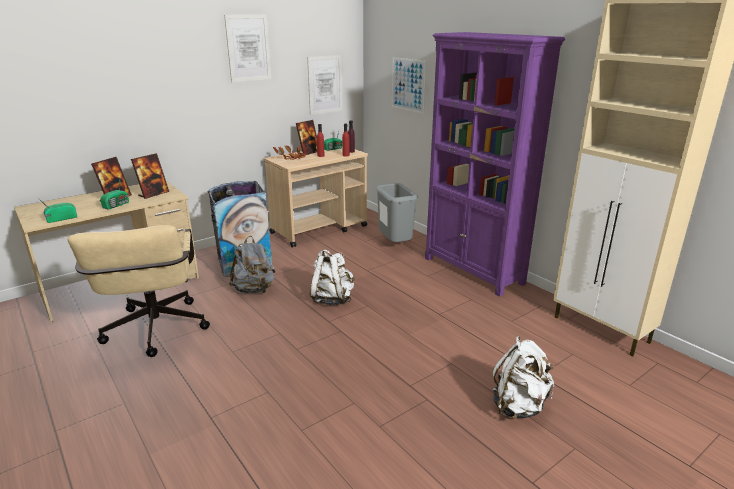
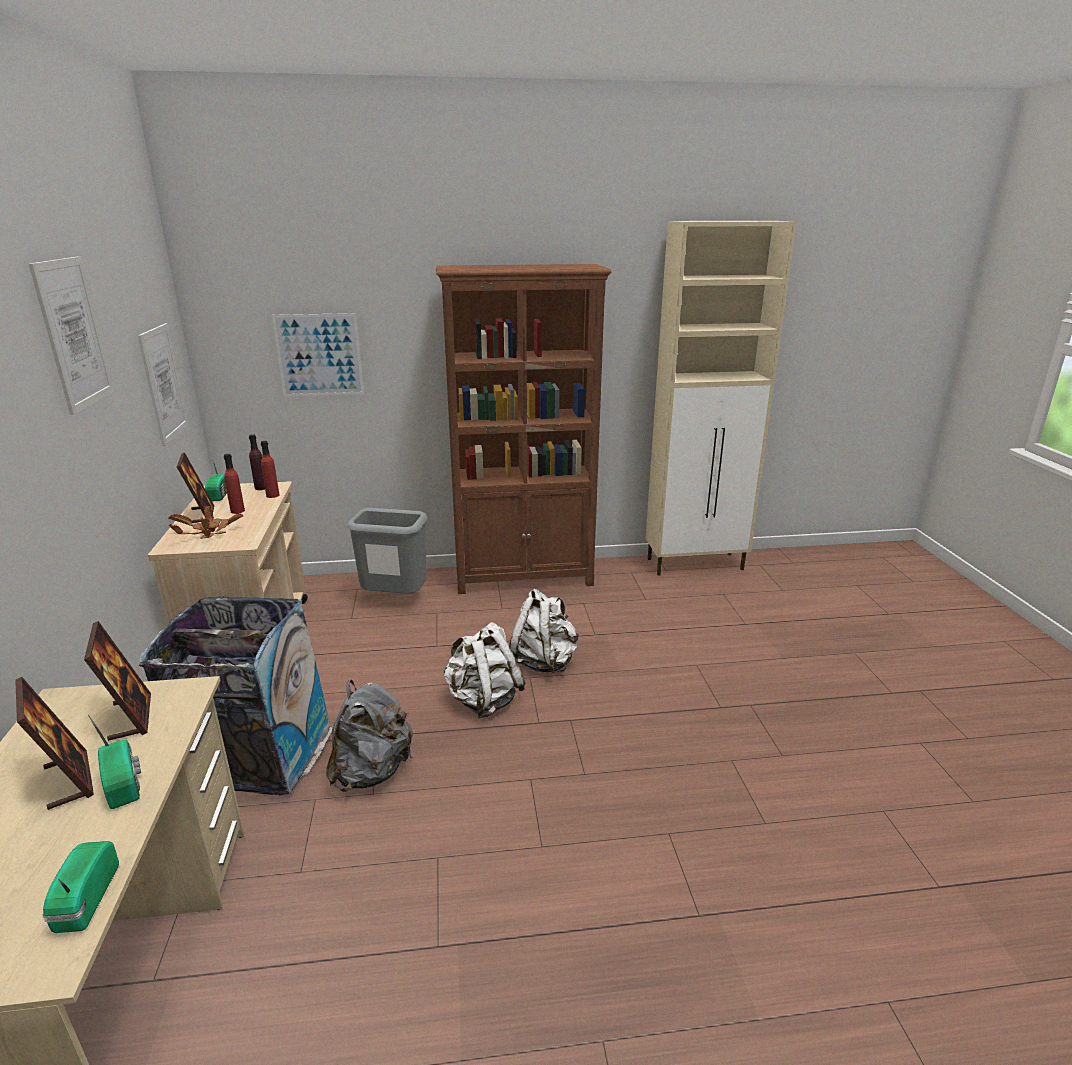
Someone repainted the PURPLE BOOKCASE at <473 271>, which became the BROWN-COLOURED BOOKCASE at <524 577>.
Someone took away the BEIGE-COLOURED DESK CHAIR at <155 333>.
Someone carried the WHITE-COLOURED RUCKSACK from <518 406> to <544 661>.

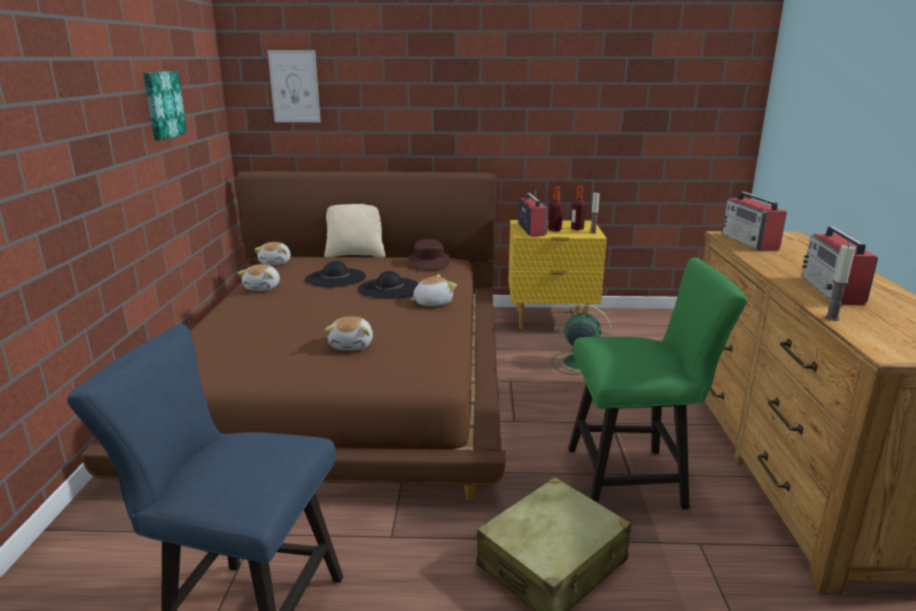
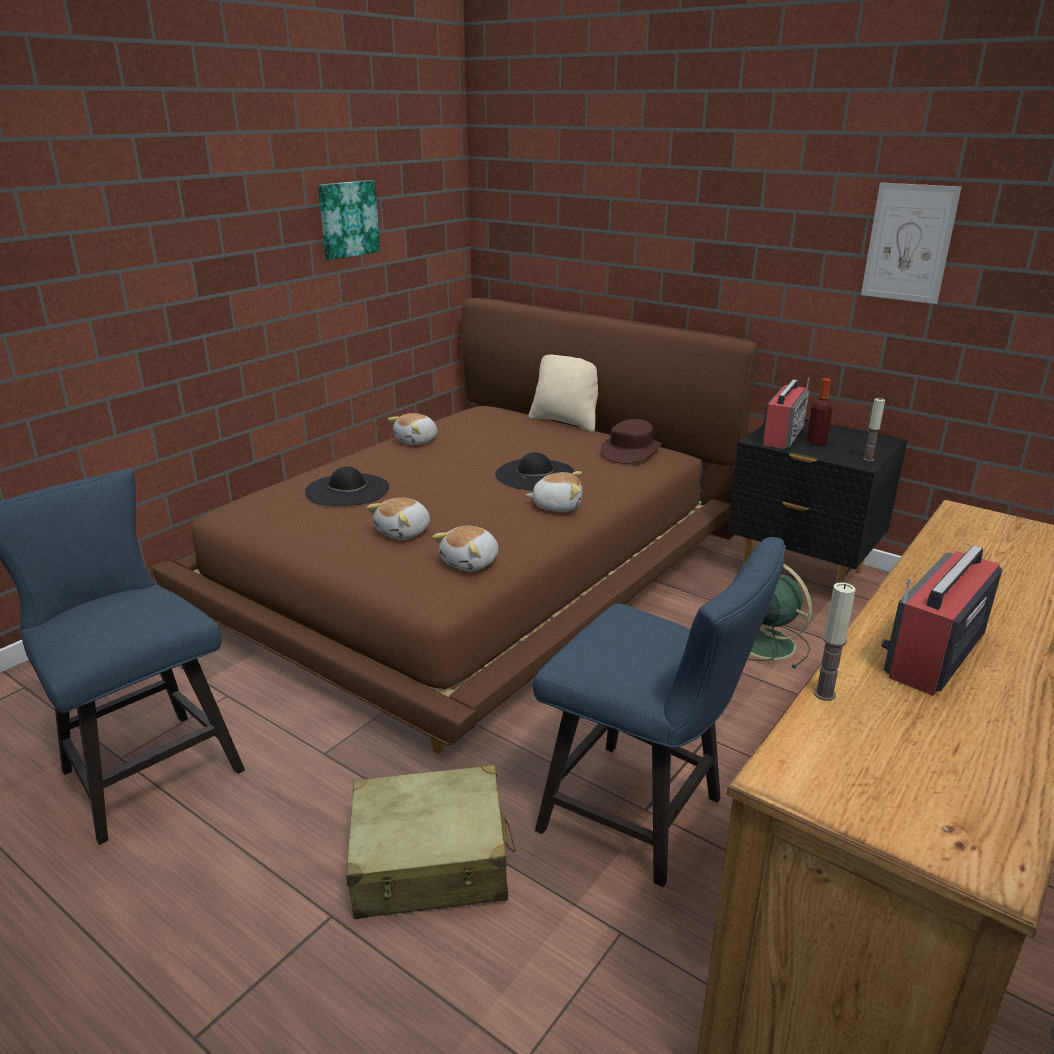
Someone carried the WALL PICTURE from <294 86> to <909 243>.
Someone took away the BOTTLE at <577 228>.
Someone took away the RADIO RECEIVER at <750 242>.
Someone repainted the YELLOW-COLOURED NIGHTSTAND at <550 320>, which became the BLACK-COLOURED NIGHTSTAND at <801 572>.
Someone carried the CUDDLY TOY from <276 262> to <471 562>.
Someone repainted the GREEN-COLOURED CHAIR at <635 479>, which became the BLUE-COLOURED CHAIR at <644 818>.
Someone carried the BLACK-COLOURED CLOTHING HAT from <335 278> to <347 490>.

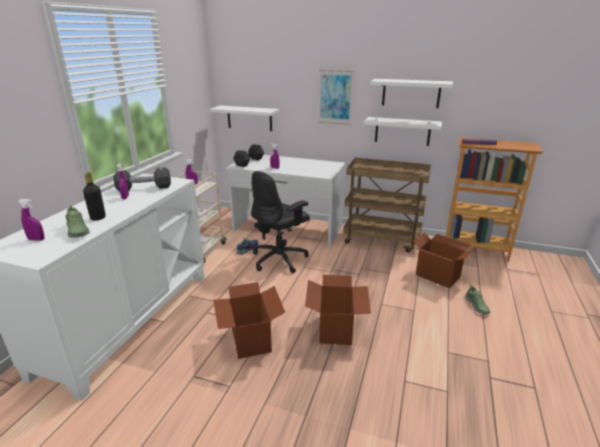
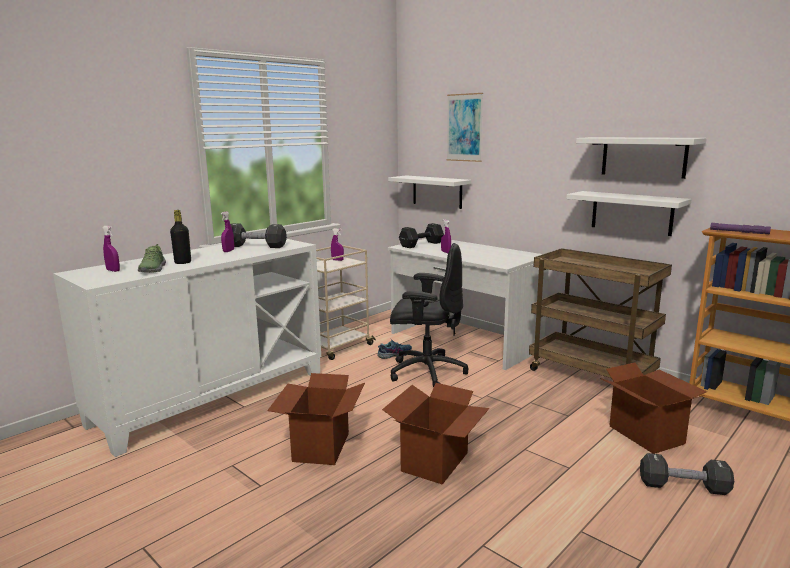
Someone carried the WALL PICTURE from <335 97> to <464 127>.
Someone rotated the BLACK-COLOURED DESK CHAIR at <280 259> by 150 degrees counterclockwise.
Someone swapped the SHOE at <476 306> for the BLACK-COLOURED HAND WEIGHT at <683 487>.

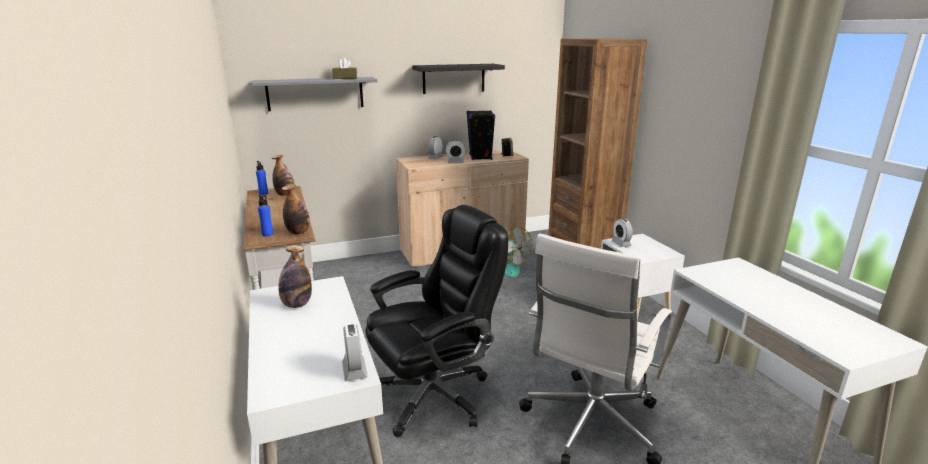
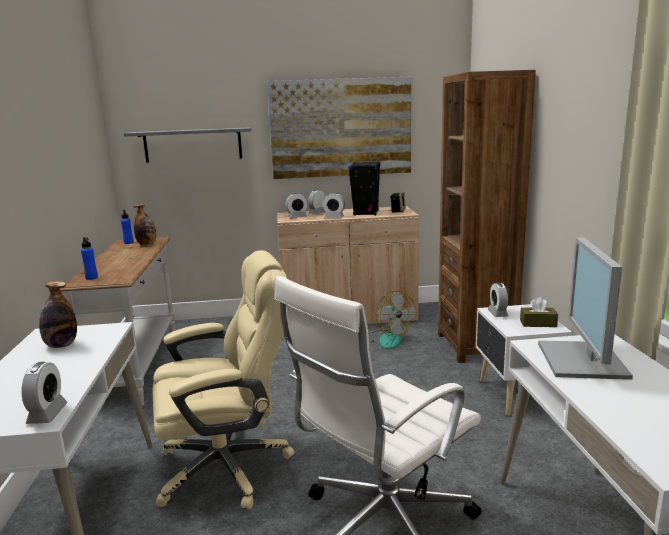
Someone carried the BROWN-COLOURED TISSUE HOLDER from <345 78> to <538 323>.
Someone swapped the BLACK-COLOURED BRACKET SHELF at <453 78> for the WALL PICTURE at <341 128>.
Someone took away the BOTTLE at <298 232>.
Someone repainted the BLACK-COLOURED DESK CHAIR at <434 395>, which became the BEIGE-COLOURED DESK CHAIR at <227 466>.
Someone put down the BEDSIDE CLOCK at <297 217>.
Someone put down the COMPUTER DISPLAY at <583 361>.

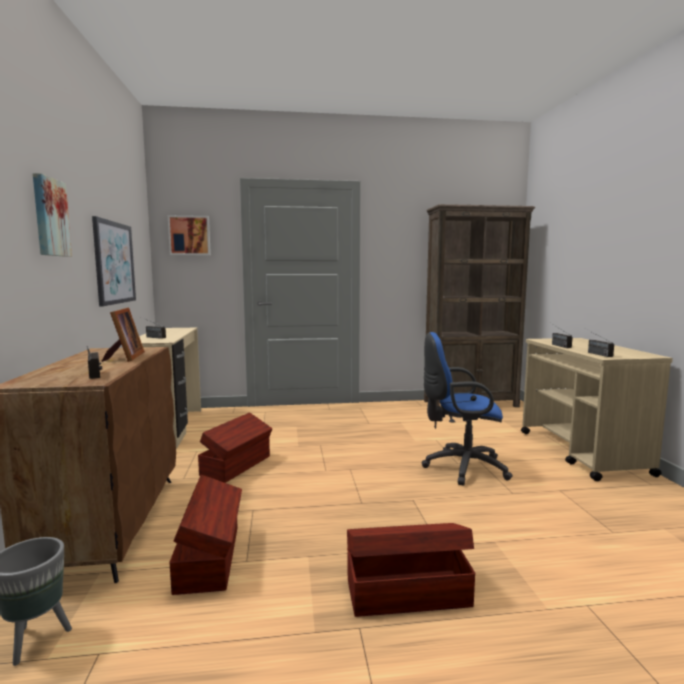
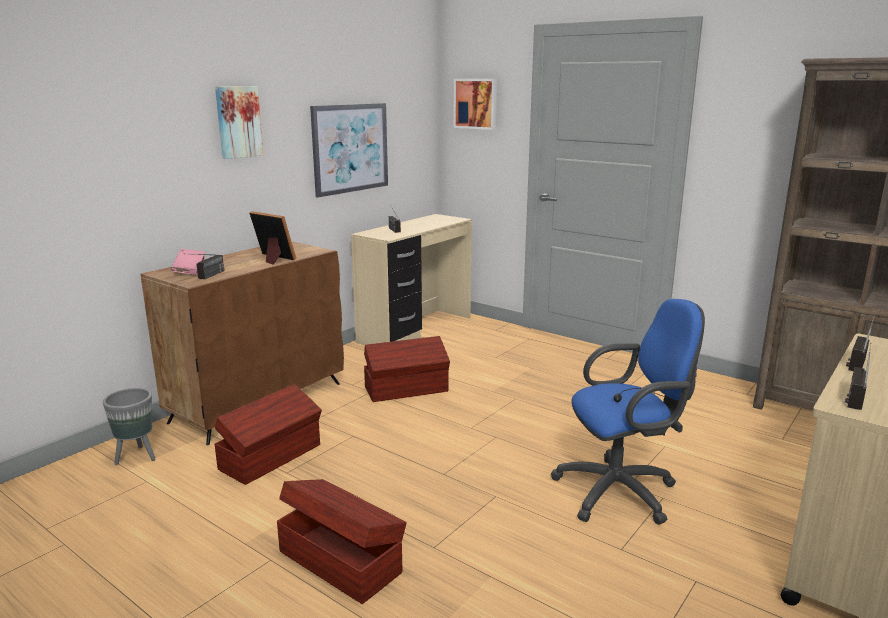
Someone rotated the PICTURE FRAME at <124 357> by 90 degrees counterclockwise.
Someone rotated the BLUE-COLOURED DESK CHAIR at <460 467> by 120 degrees clockwise.
Someone put down the PINK VOLUME at <190 271>.

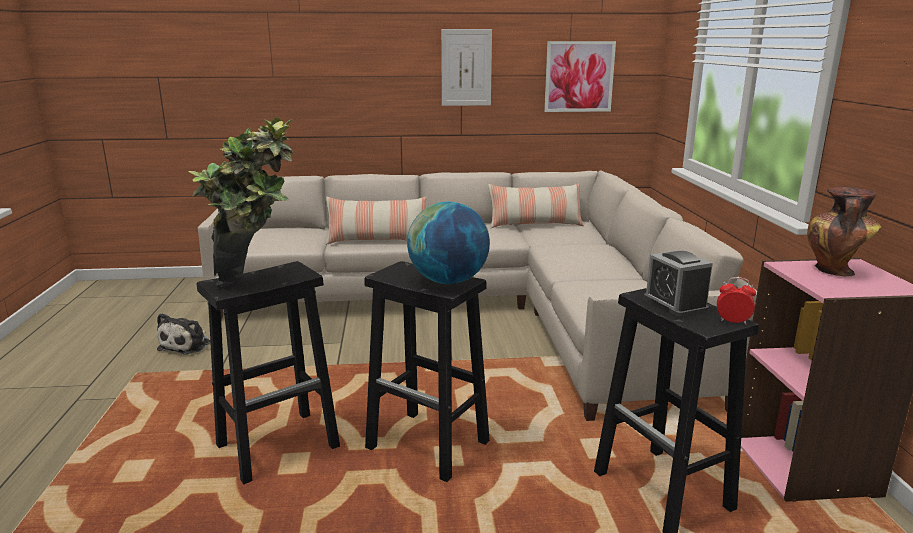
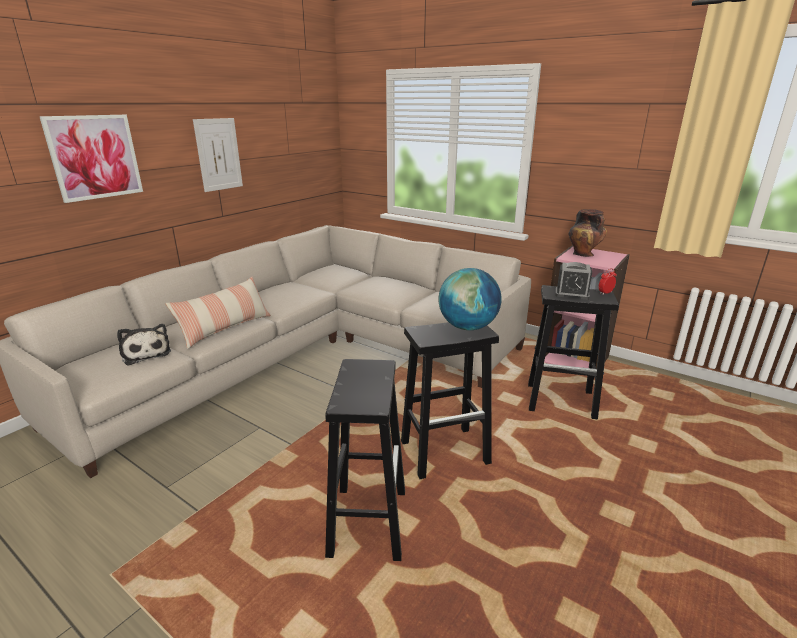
Someone carried the WALL PICTURE from <579 76> to <95 157>.
Someone took away the HOUSEPLANT at <257 281>.
Someone took away the THROW PILLOW at <535 224>.
Someone carried the CUDDLY TOY from <187 345> to <146 353>.

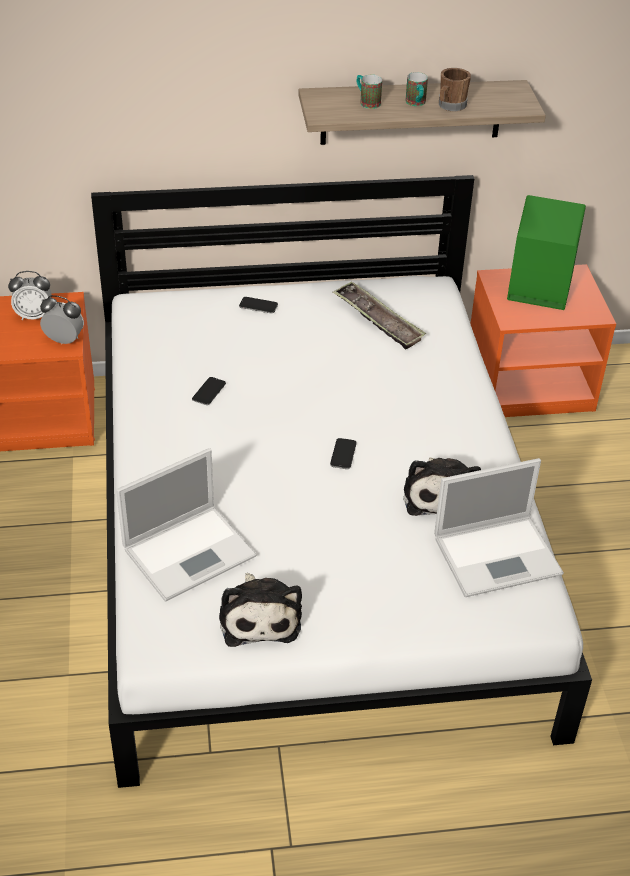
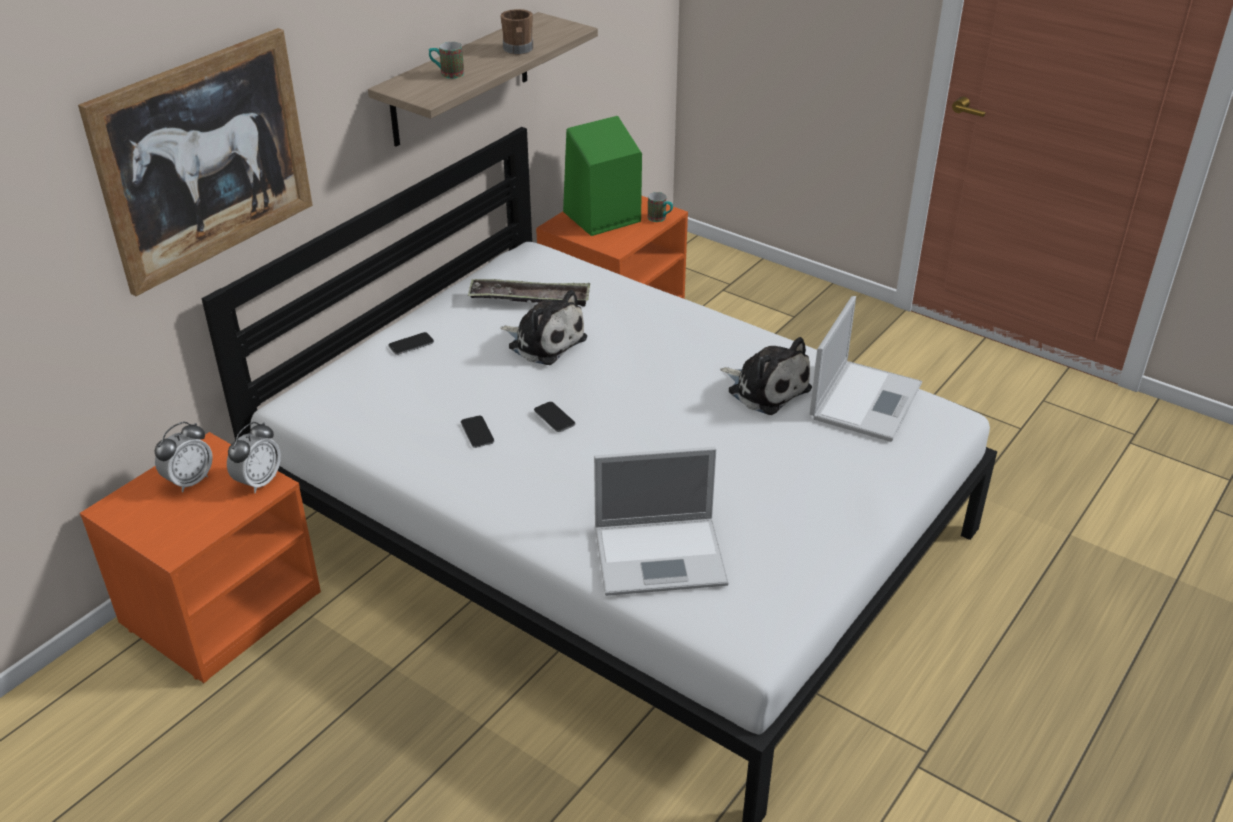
Someone carried the COFFEE MUG from <416 104> to <660 219>.
Someone rotated the BEDSIDE CLOCK at <64 340> by 150 degrees clockwise.
Someone carried the PHONE from <343 454> to <554 418>.
Someone rotated the LAPTOP at <191 551> by 75 degrees clockwise.
Someone carried the CUDDLY TOY from <259 616> to <544 342>.
Someone put up the WALL PICTURE at <205 159>.

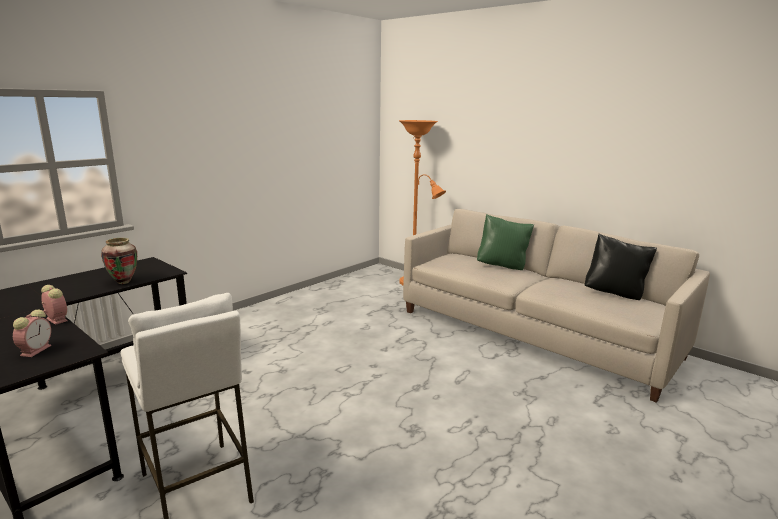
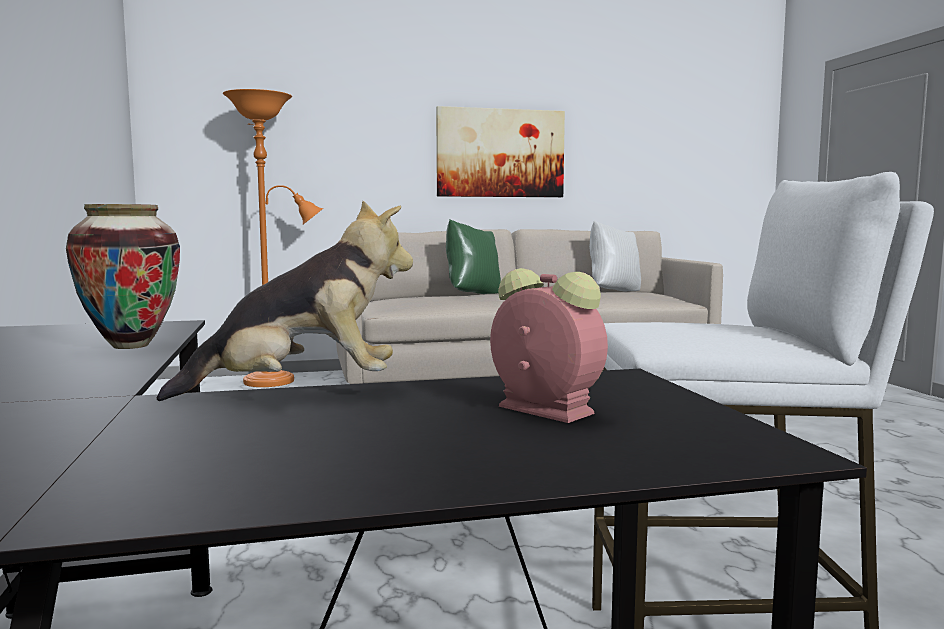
Someone repainted the BLACK-COLOURED THROW PILLOW at <615 294>, which became the WHITE-COLOURED THROW PILLOW at <613 291>.
Someone swapped the BEDSIDE CLOCK at <56 319> for the CUDDLY TOY at <300 392>.
Someone put up the WALL PICTURE at <500 153>.

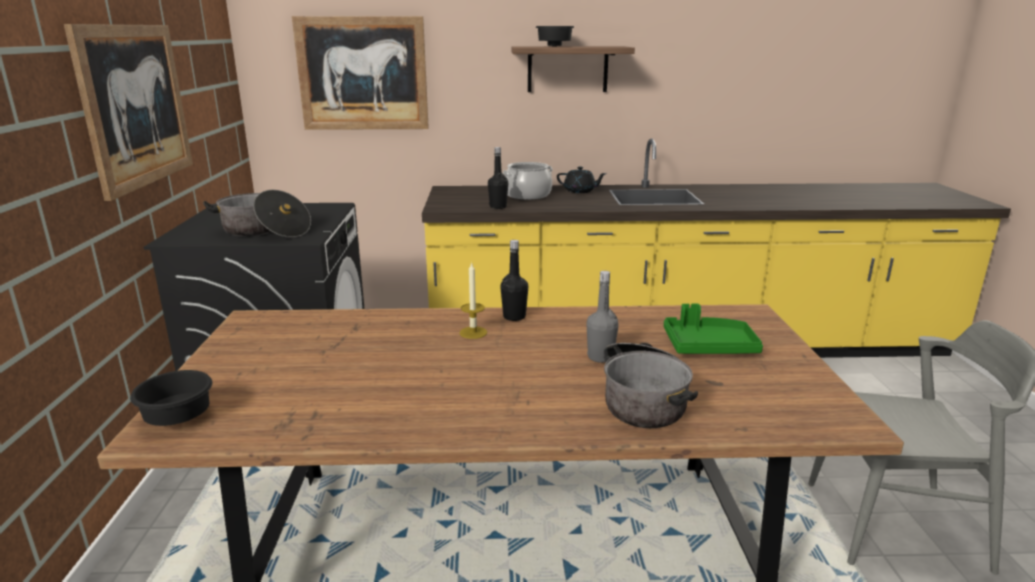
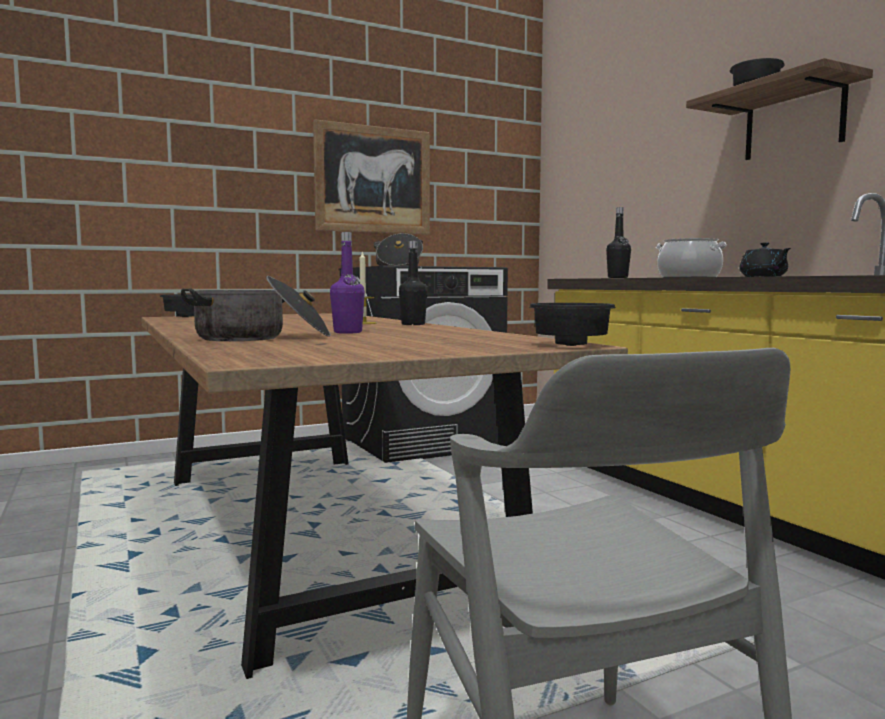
Someone took away the WALL PICTURE at <362 74>.
Someone repainted the GREYISH BOTTLE at <600 357>, which became the PURPLE BOTTLE at <348 332>.
Someone took away the GREEN-COLOURED SERVING TRAY at <708 347>.
Someone put down the BLACK-COLOURED DEEP DISH at <568 345>.

